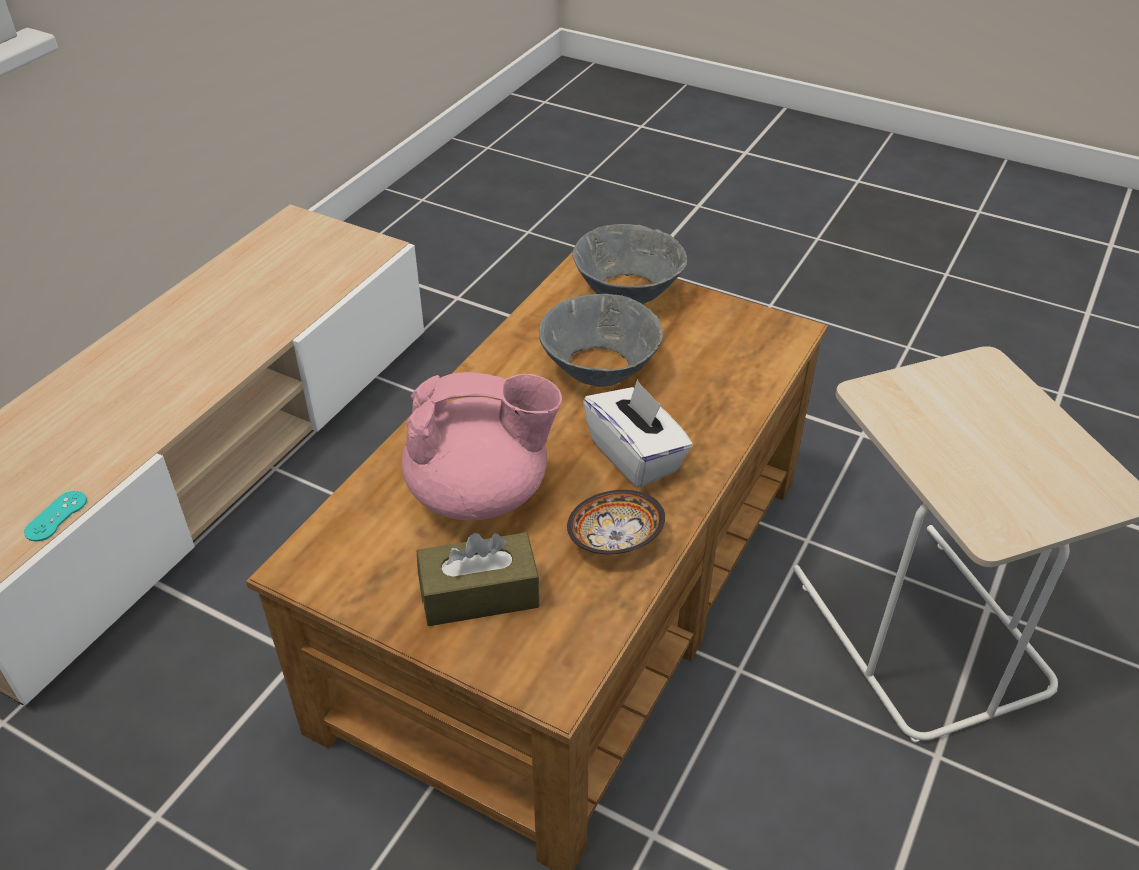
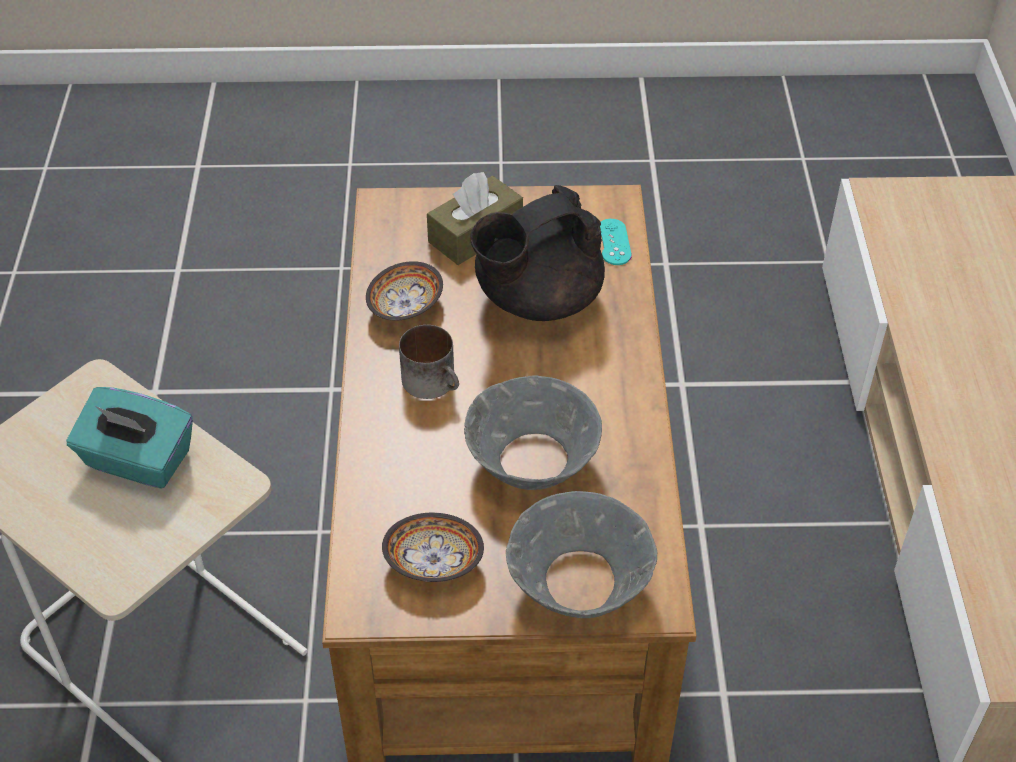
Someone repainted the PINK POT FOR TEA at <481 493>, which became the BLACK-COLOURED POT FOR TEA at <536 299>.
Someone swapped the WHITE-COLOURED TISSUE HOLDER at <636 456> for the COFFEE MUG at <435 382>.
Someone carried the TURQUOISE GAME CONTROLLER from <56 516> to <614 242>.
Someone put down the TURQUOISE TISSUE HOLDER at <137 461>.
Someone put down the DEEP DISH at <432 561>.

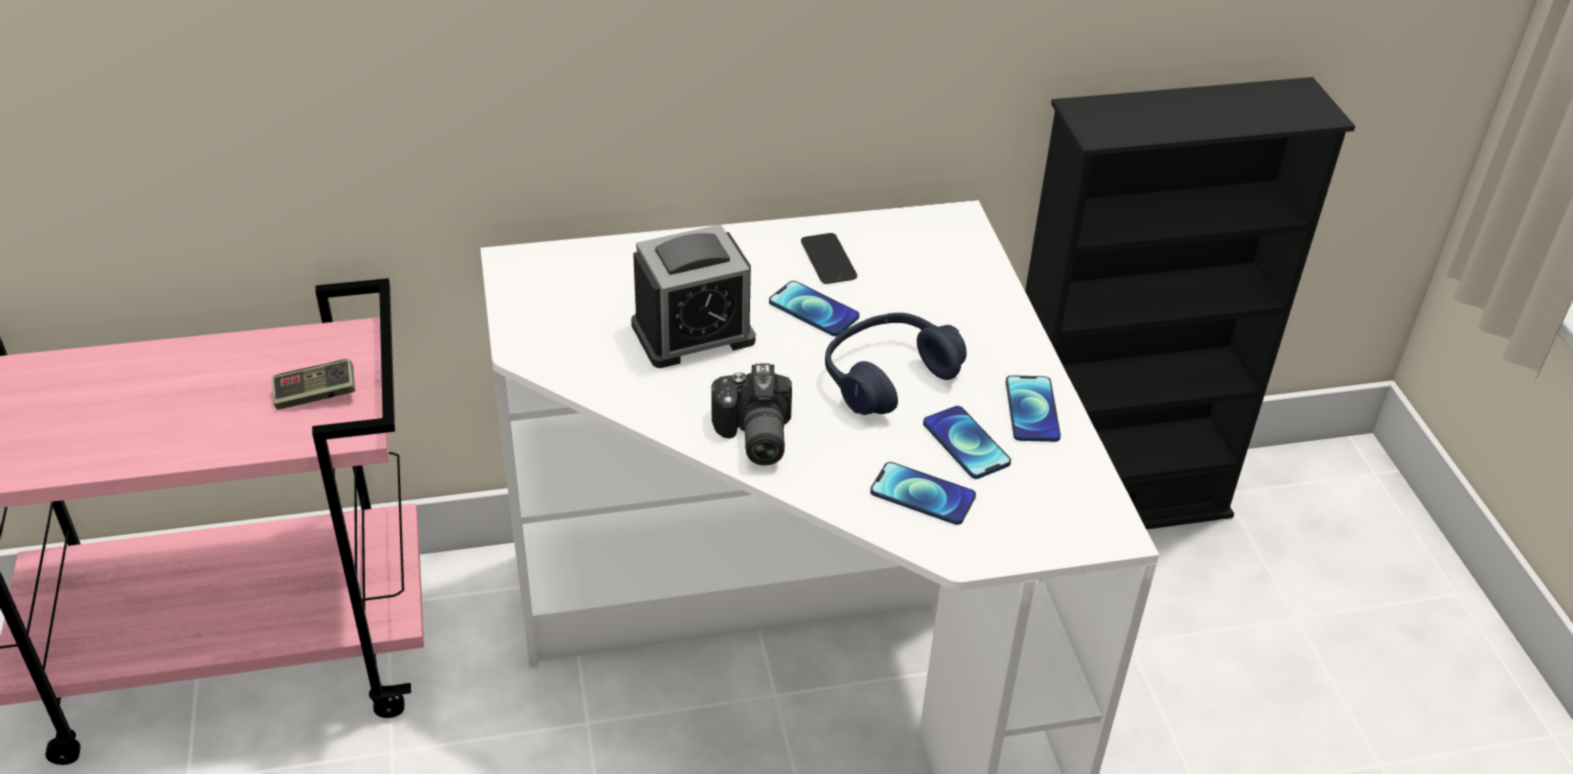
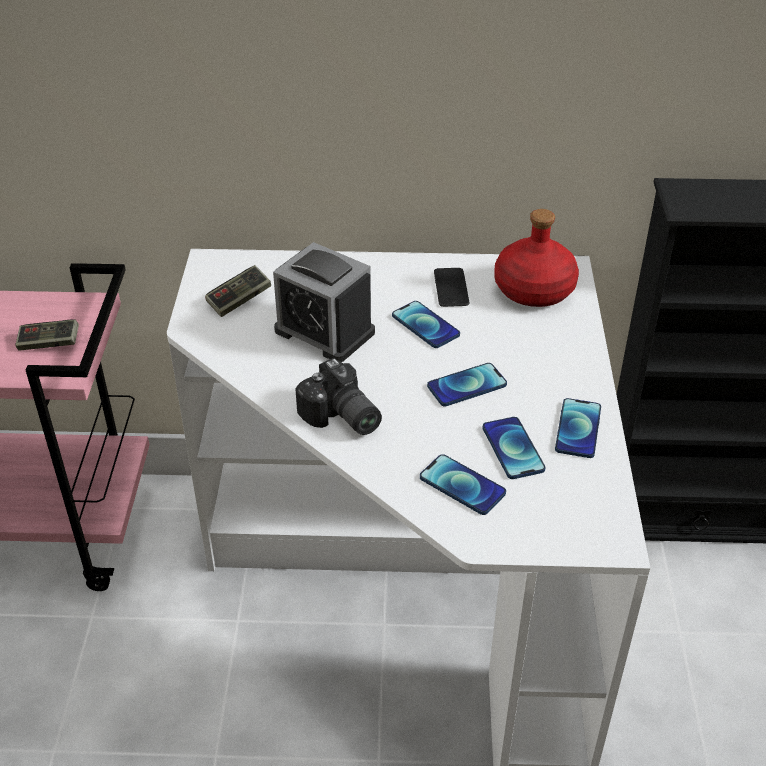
Someone rotated the BEDSIDE CLOCK at <693 333> by 45 degrees clockwise.
Someone swapped the BLUE-COLOURED PAIR OF HEADPHONES at <888 377> for the PHONE at <467 386>.
Someone rotated the STILL CAMERA at <752 436> by 45 degrees counterclockwise.
Someone put down the REDDISH BOTTLE at <534 290>.
Someone put down the GAME CONTROLLER at <239 300>.

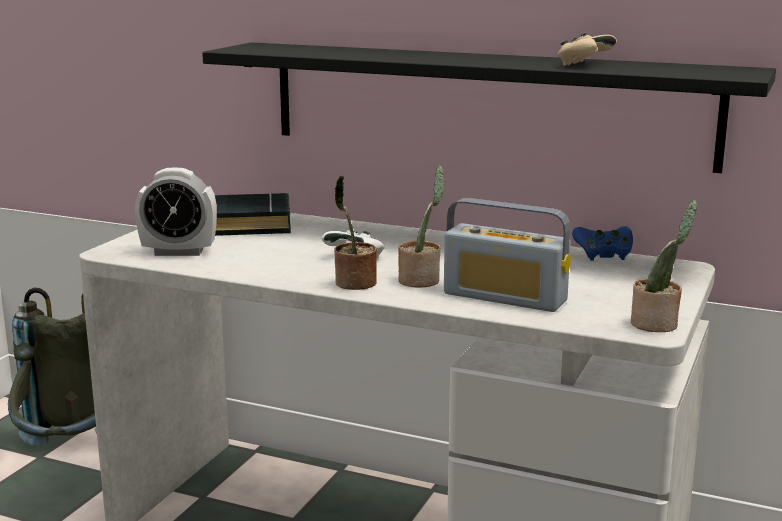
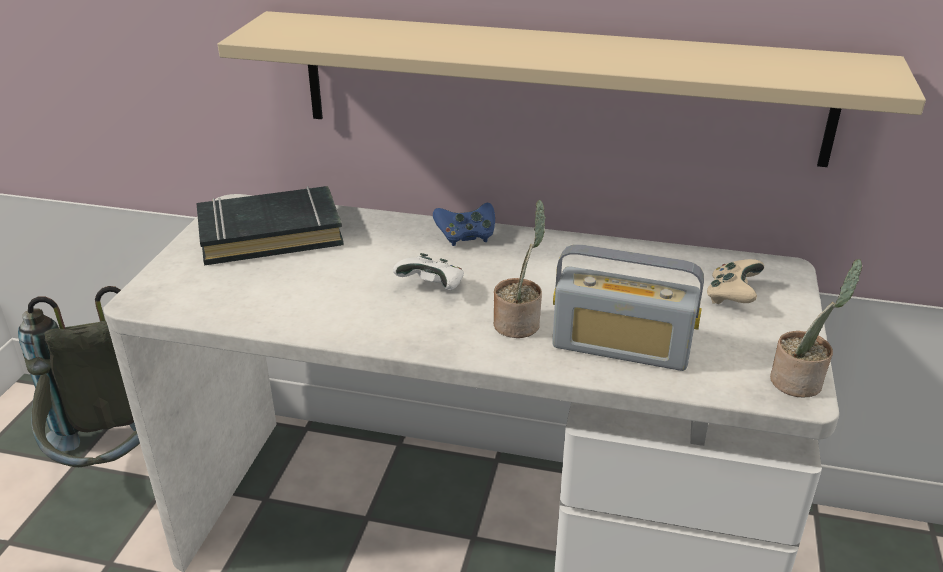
Someone carried the BEIGE-COLOURED GAME CONTROLLER from <584 65> to <732 297>.
Someone repainted the BLACK-COLOURED BRACKET SHELF at <485 103>, which became the BEIGE-COLOURED BRACKET SHELF at <559 87>.
Someone took away the BEDSIDE CLOCK at <179 252>.
Someone took away the HOUSEPLANT at <354 284>.
Someone carried the BLUE-COLOURED GAME CONTROLLER from <603 256> to <466 237>.

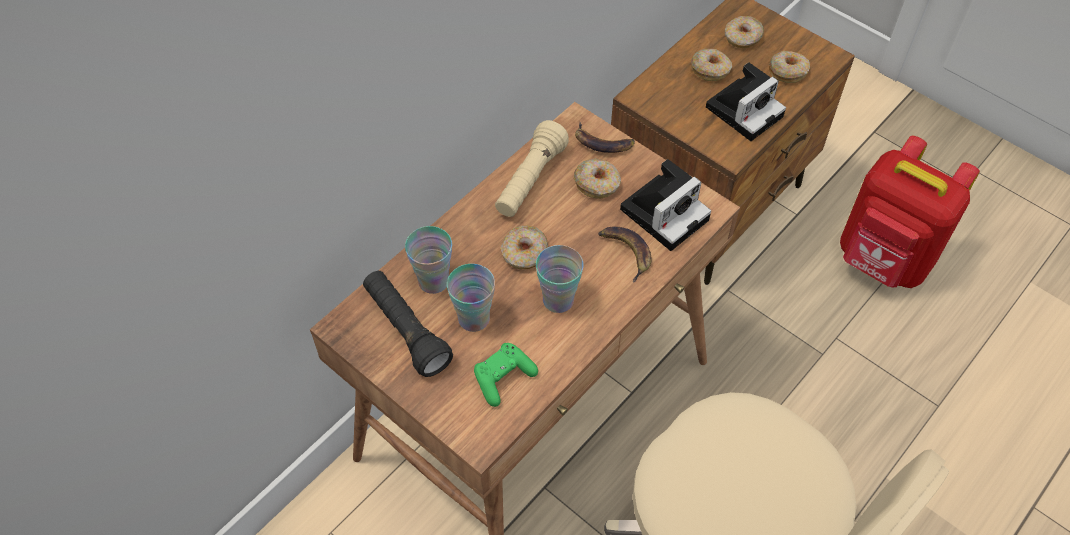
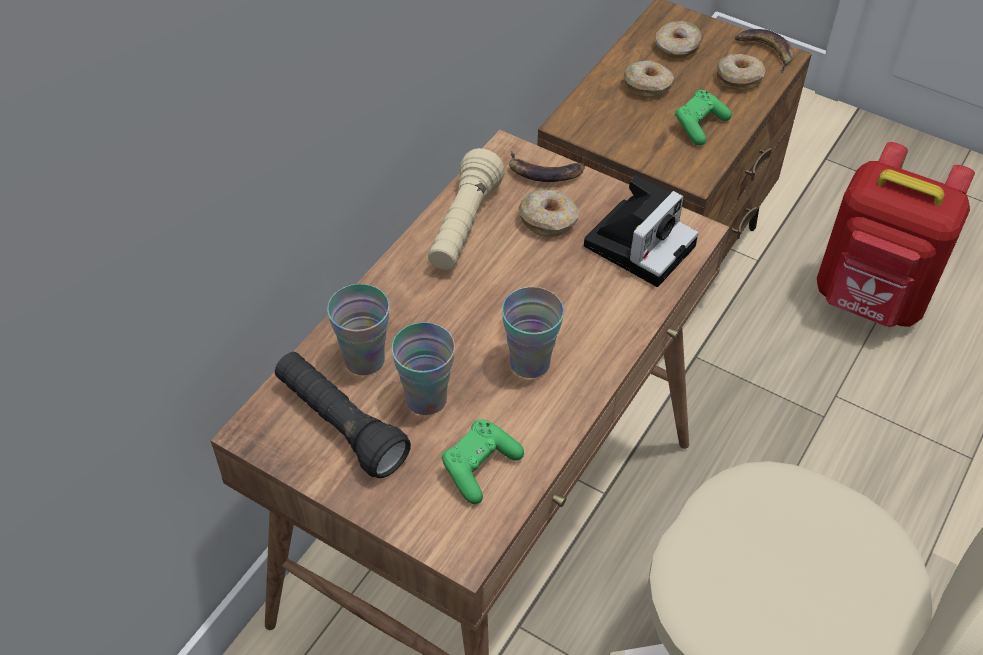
Someone swapped the STILL CAMERA at <745 110> for the GREEN-COLOURED GAME CONTROLLER at <699 125>.
Someone took away the DONUT at <524 253>.
Someone carried the BANANA FRUIT from <626 252> to <765 51>.

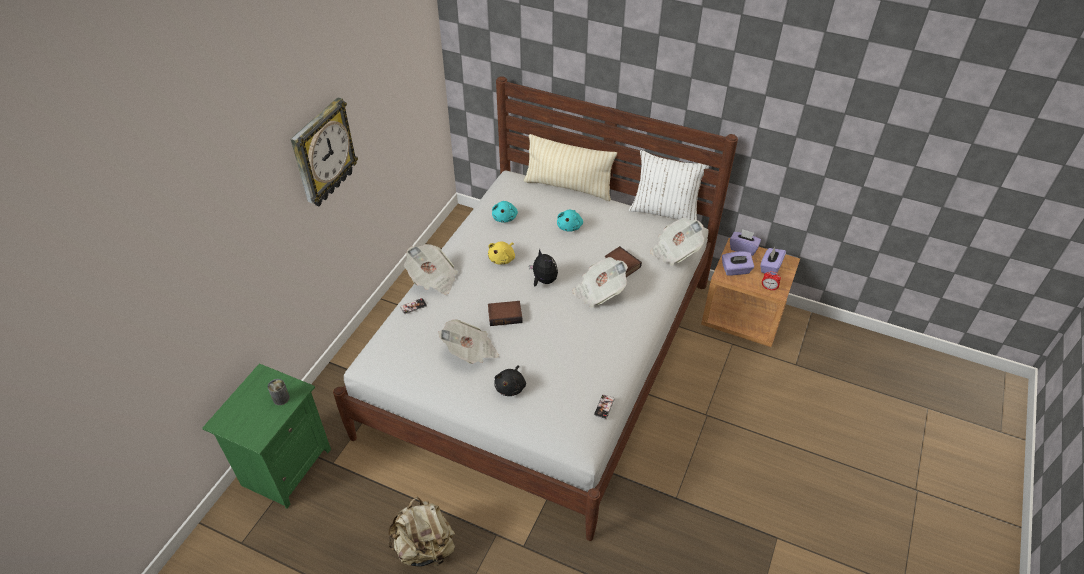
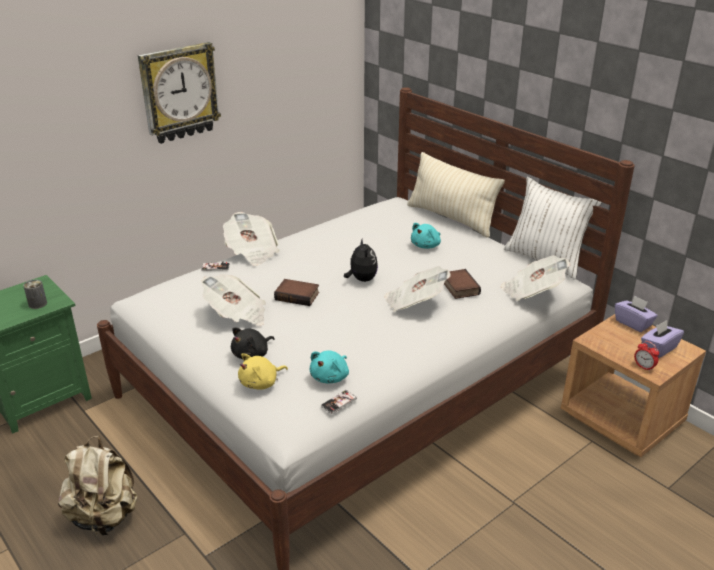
Someone carried the TURQUOISE CUDDLY TOY from <505 217> to <330 377>.
Someone carried the YELLOW-COLOURED CUDDLY TOY from <502 259> to <261 383>.
Someone took away the PURPLE TISSUE HOLDER at <736 270>.

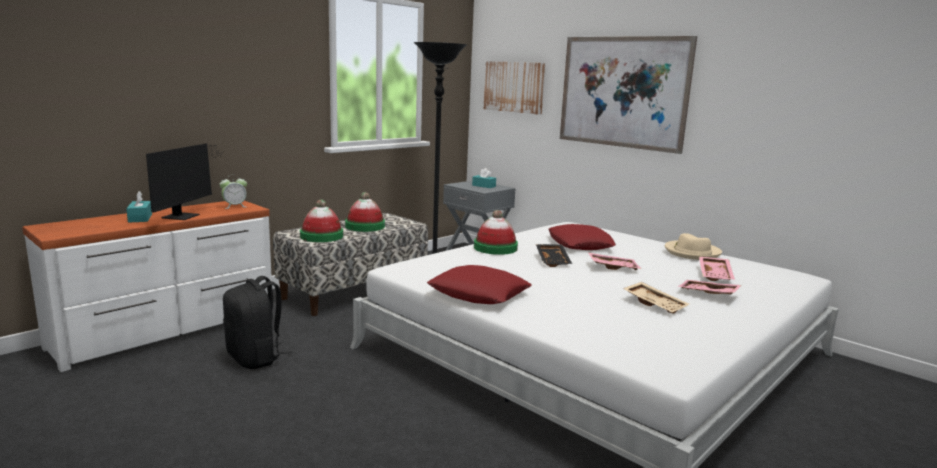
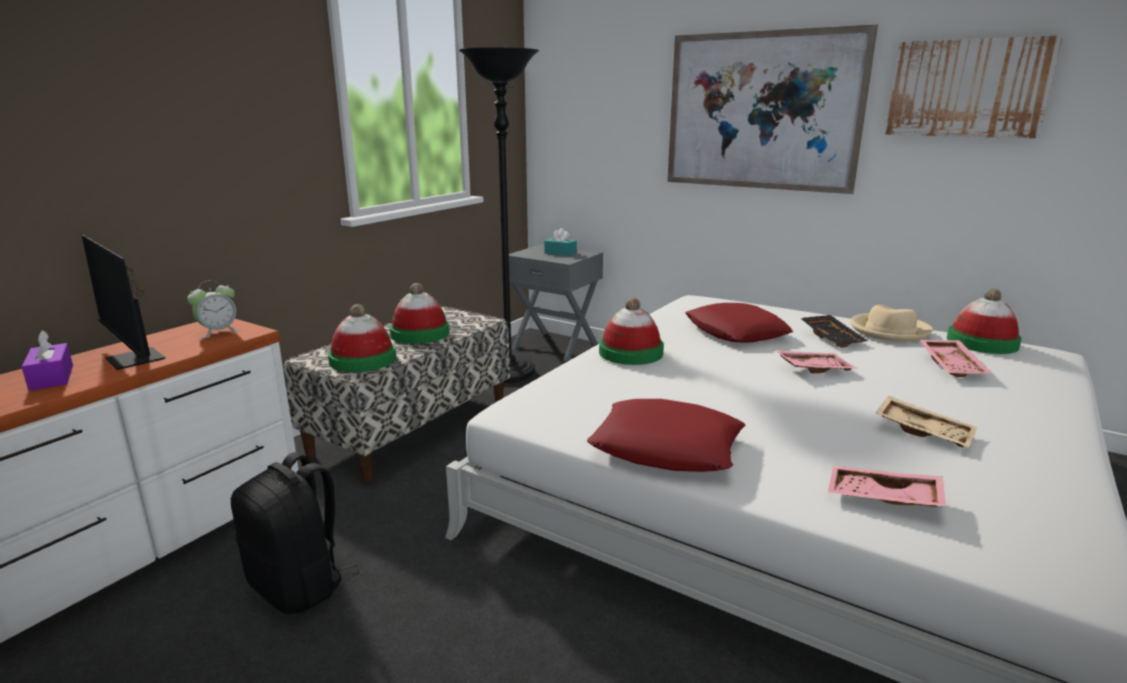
Someone carried the WALL PICTURE from <514 87> to <967 88>.
Someone rotated the COMPUTER DISPLAY at <185 215> by 135 degrees clockwise.
Someone repainted the TURQUOISE TISSUE HOLDER at <140 218>, which became the PURPLE TISSUE HOLDER at <51 377>.
Someone carried the BLACK-COLOURED SERVING TRAY from <553 260> to <832 338>.
Someone carried the PINK SERVING TRAY from <708 294> to <882 499>.
Someone put down the CLOTHING HAT at <982 342>.

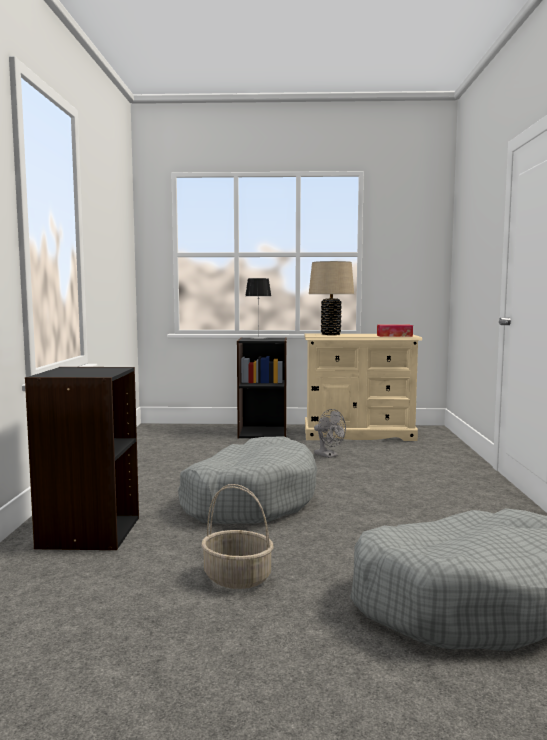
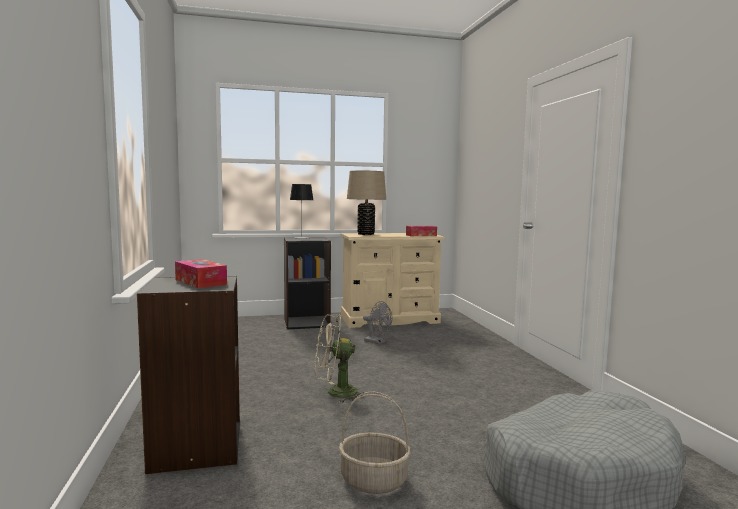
Someone swapped the GREYISH PET BED at <249 499> for the BEIGE-COLOURED ELECTRIC FAN at <335 393>.
Someone put down the TISSUE HOLDER at <200 282>.

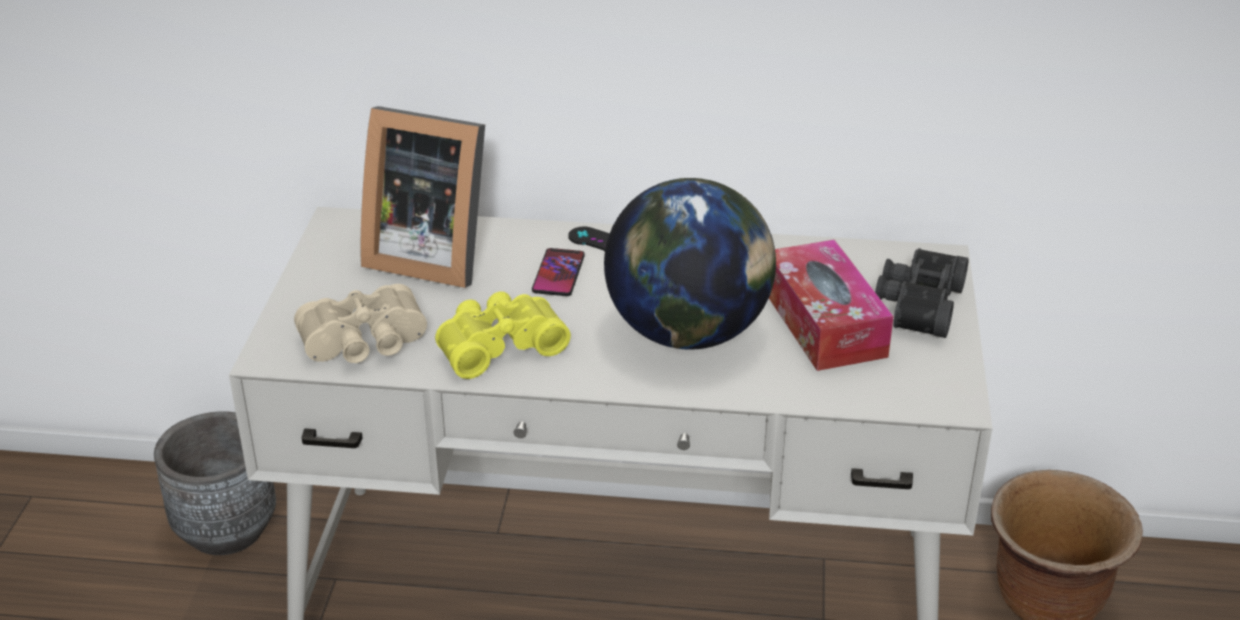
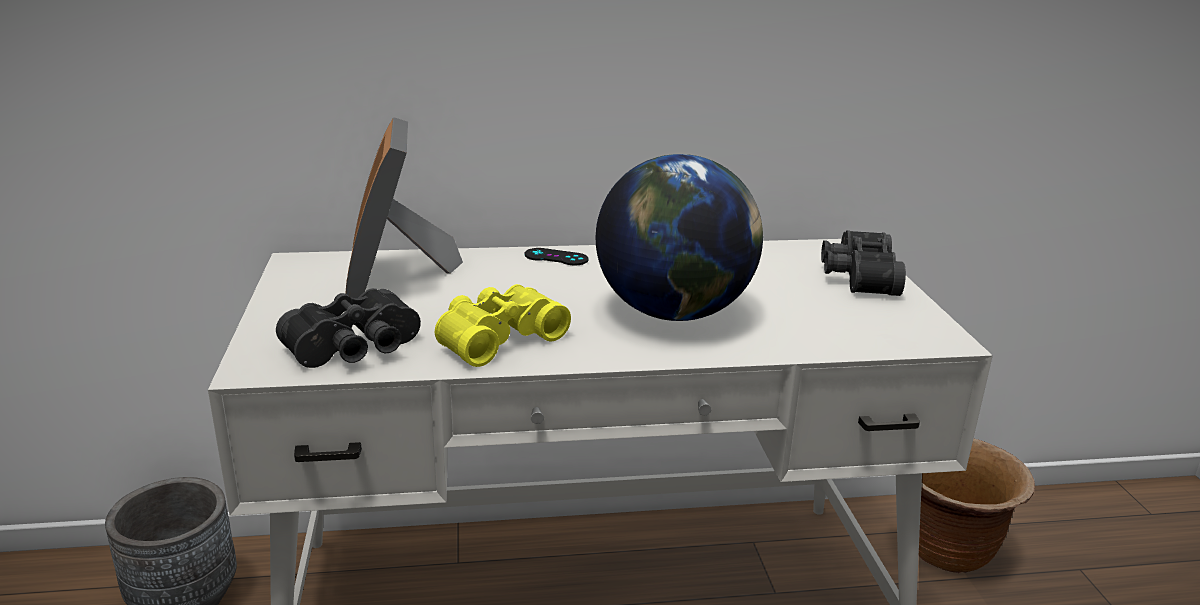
Someone rotated the PICTURE FRAME at <429 255> by 75 degrees clockwise.
Someone took away the TISSUE HOLDER at <824 323>.
Someone took away the PHONE at <558 273>.
Someone repainted the BEIGE-COLOURED PAIR OF BINOCULARS at <365 344>, which became the BLACK-COLOURED PAIR OF BINOCULARS at <356 349>.

